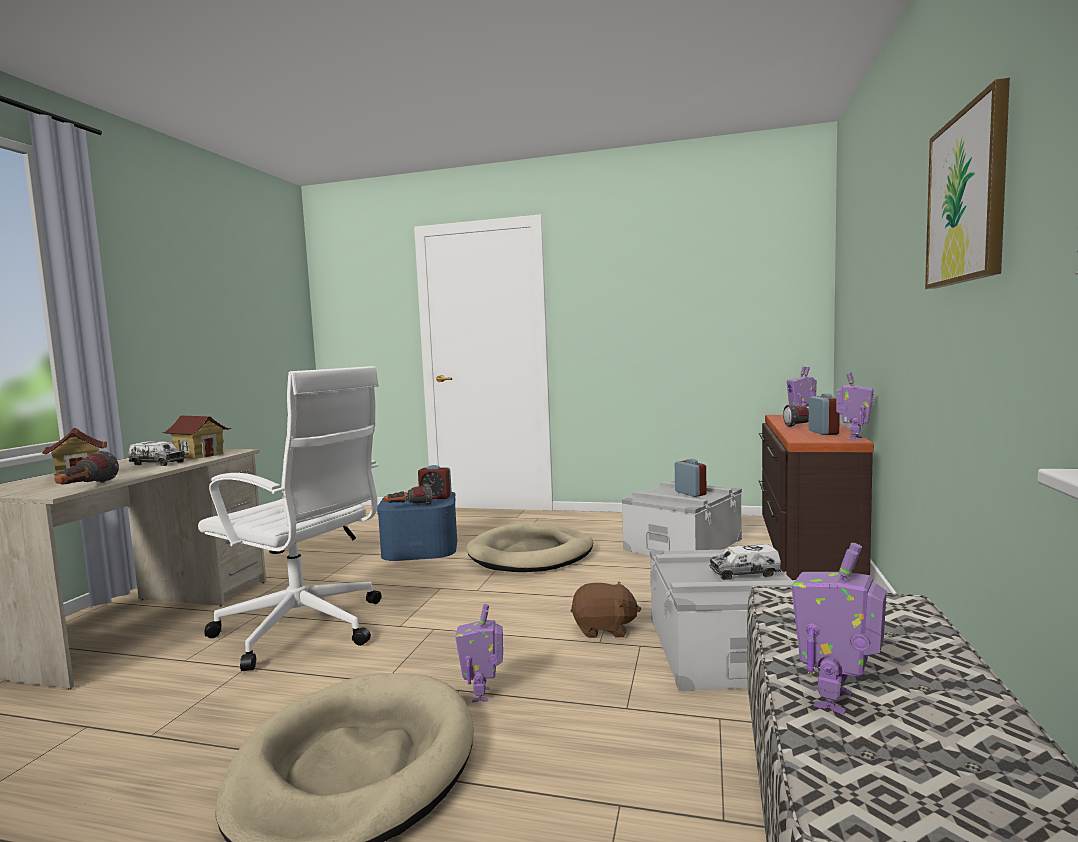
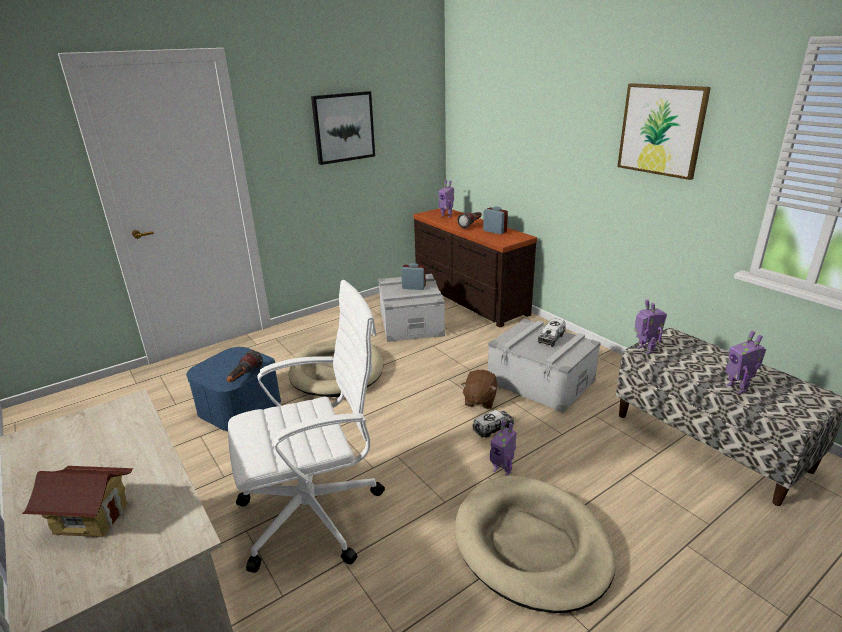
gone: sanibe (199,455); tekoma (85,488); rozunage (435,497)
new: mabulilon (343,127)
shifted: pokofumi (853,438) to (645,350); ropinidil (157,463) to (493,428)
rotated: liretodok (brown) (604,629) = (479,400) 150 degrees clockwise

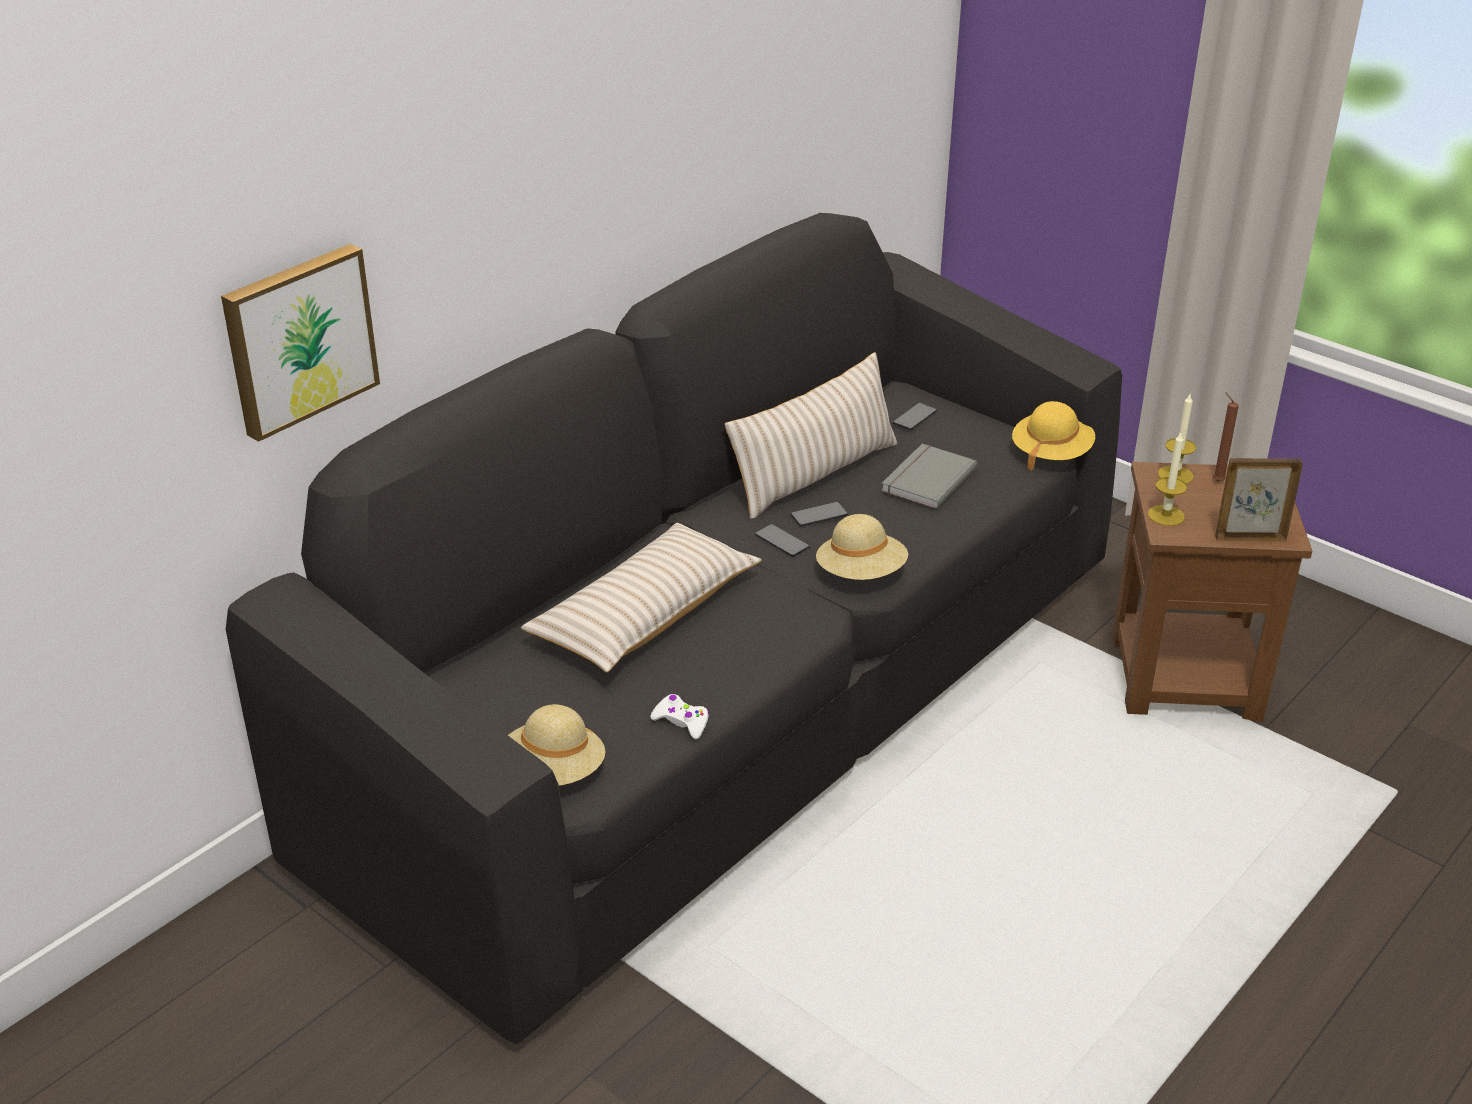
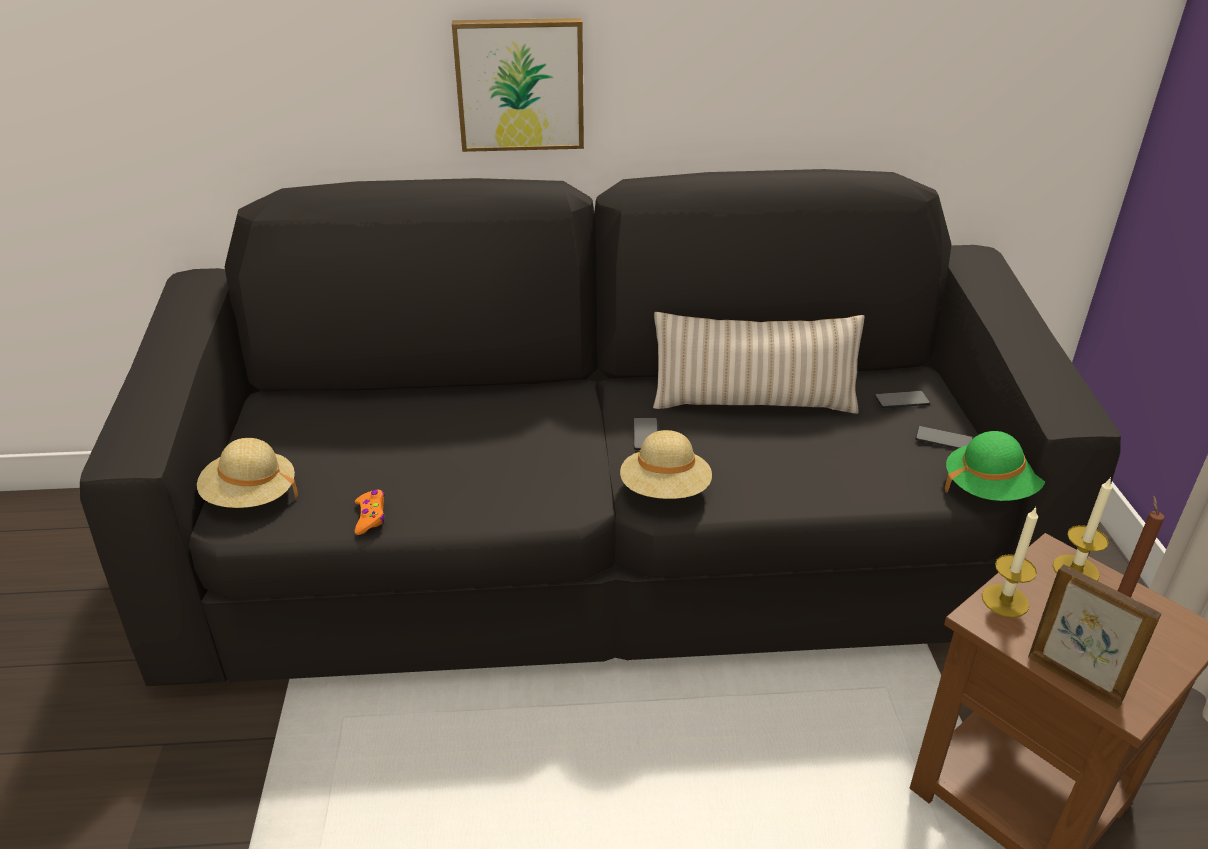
gone: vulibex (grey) (926,479); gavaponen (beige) (645,615)
shifted: mabulilon (298,339) to (520,84); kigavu (819,515) to (943,440)
repainted: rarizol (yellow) (1051,453) to rarizol (green) (989,489); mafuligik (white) (682,722) to mafuligik (orange) (370,516)

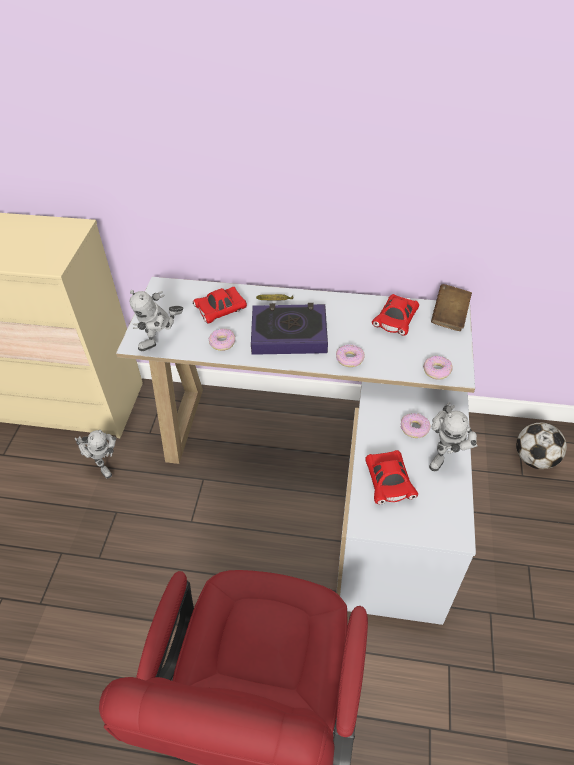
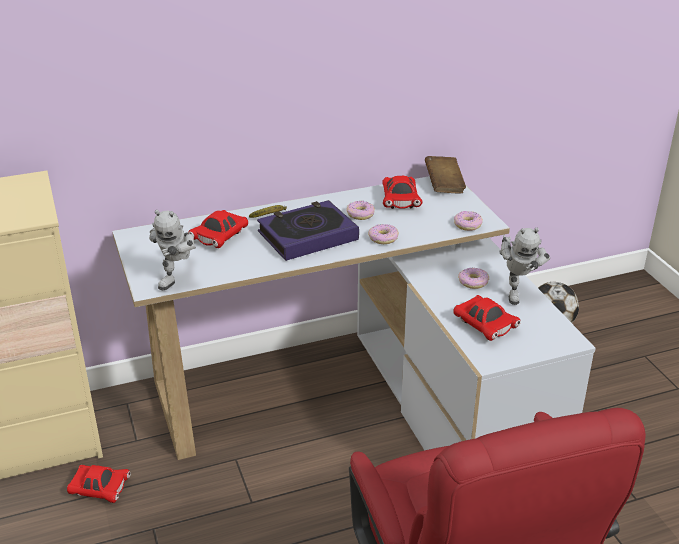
shifted: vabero (222,343) to (360,214)
swapped: pokofumi (103,464) to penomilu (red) (100,490)

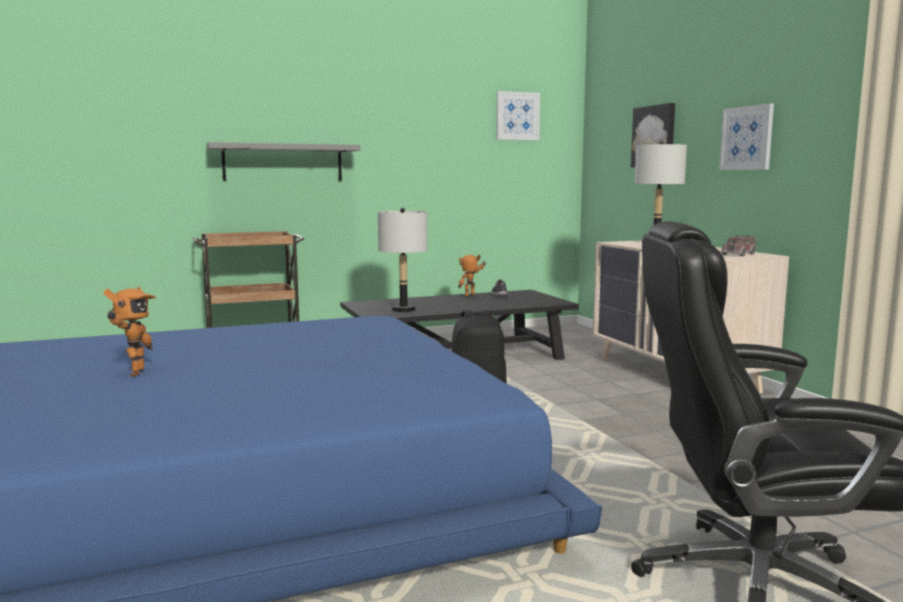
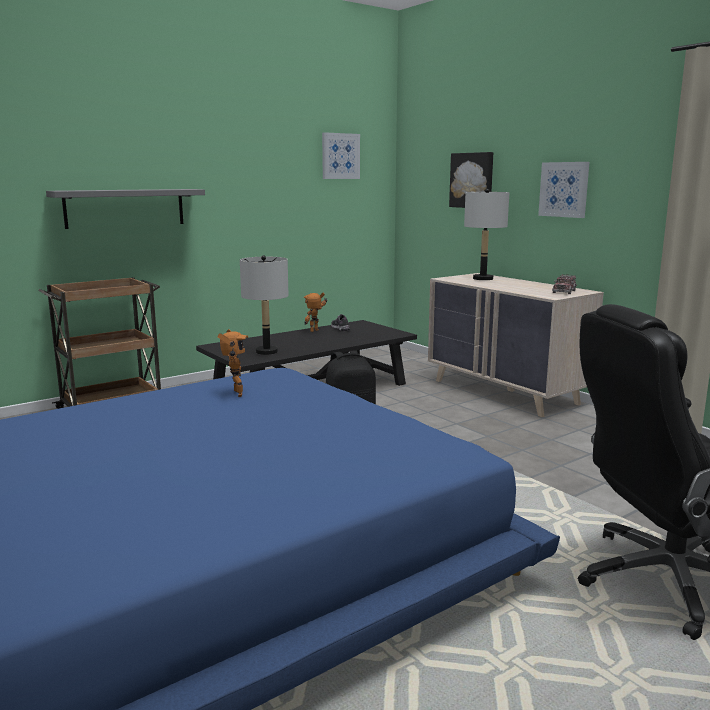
shifted: pokofumi (133,373) to (235,394)

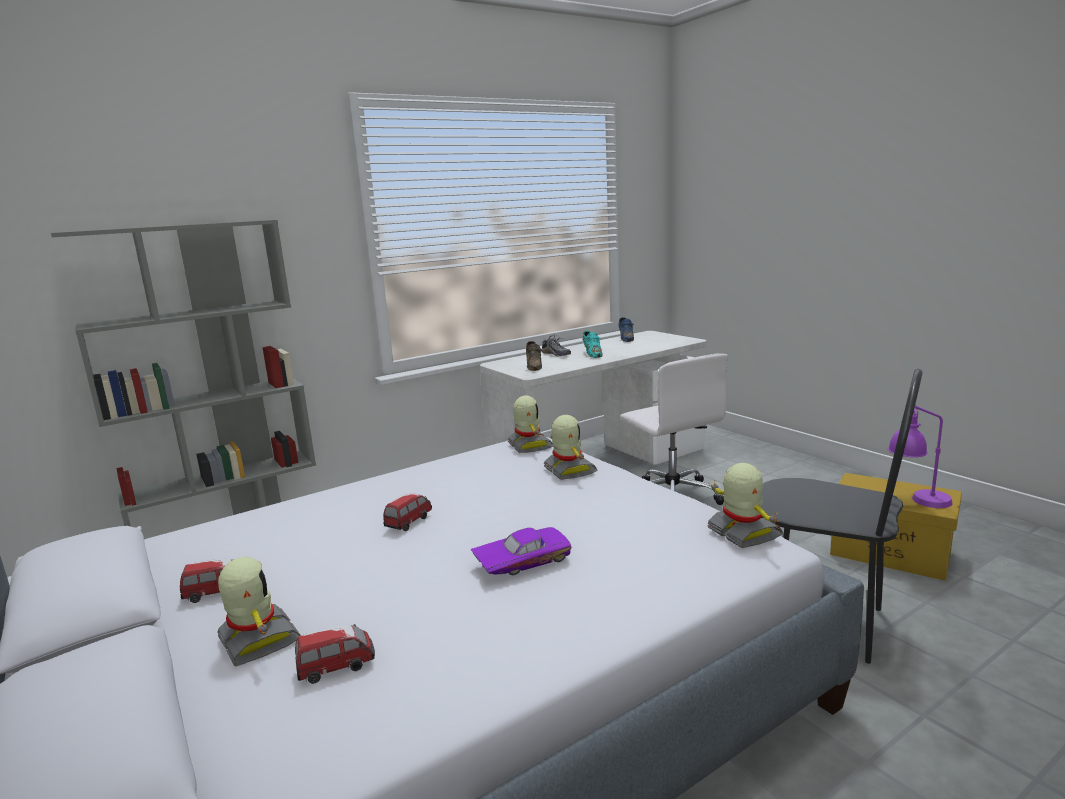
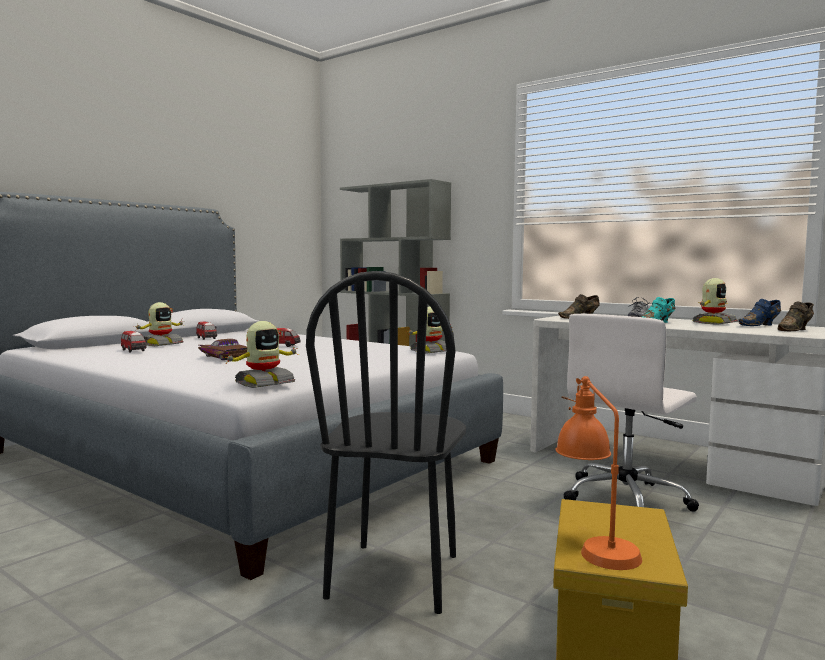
new: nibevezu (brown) (795,330)
shifted: pokofumi (568,470) to (713,323)
repainted: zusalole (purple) (917,502) to zusalole (orange) (593,545); penomilu (purple) (521,559) to penomilu (brown) (226,356)

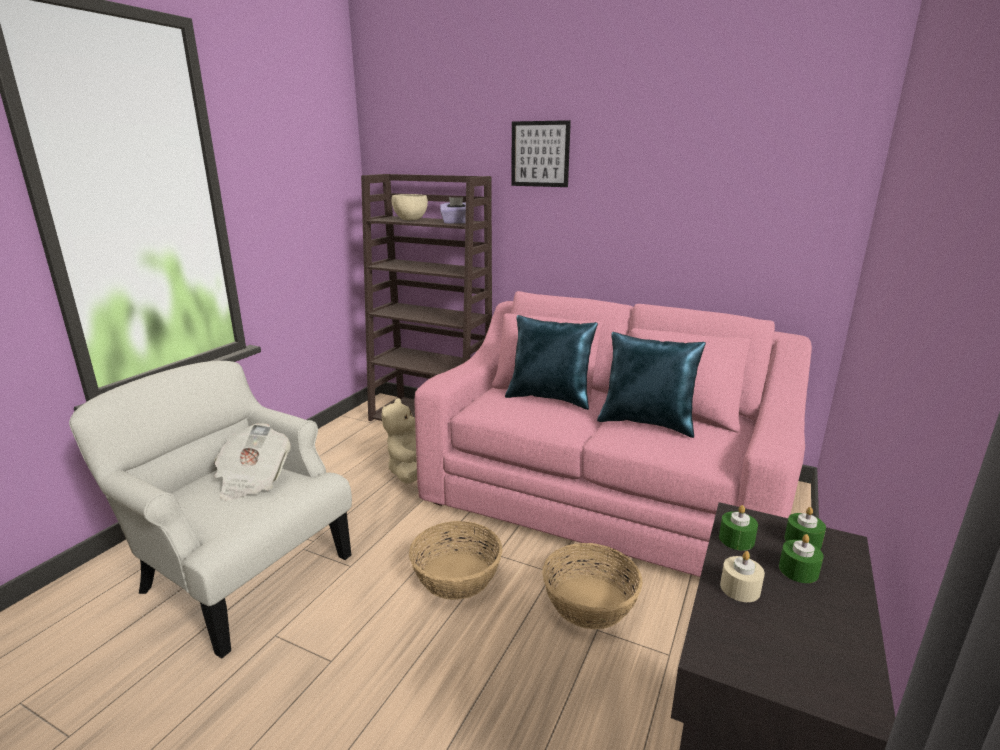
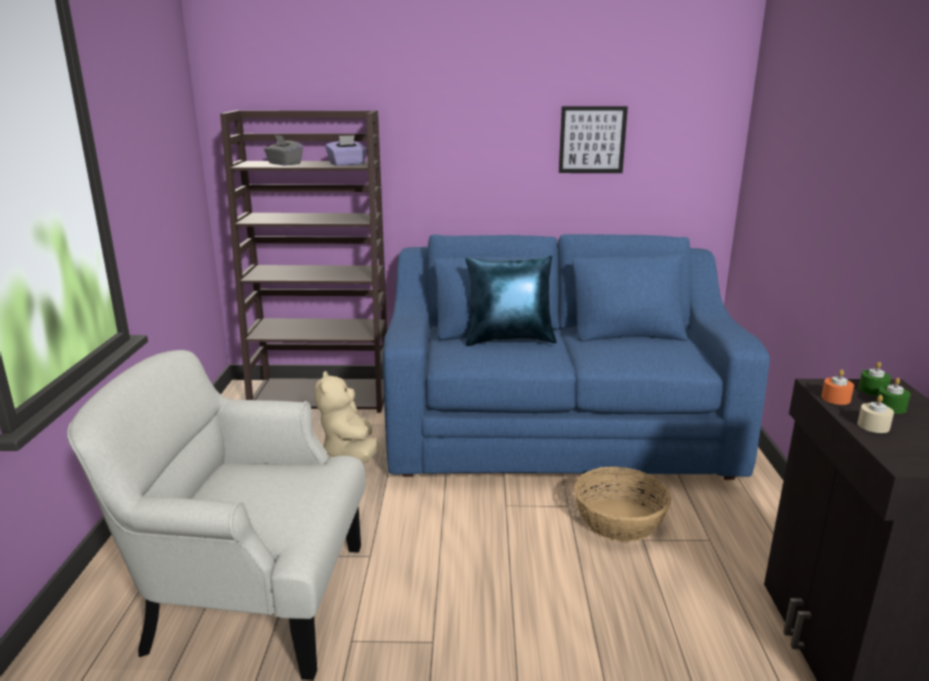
gone: gavaponen (blue) (647,423); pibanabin (252,479); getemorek (456,575)
shifted: mabulilon (540,154) to (592,140)
swapped: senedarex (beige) (410,219) to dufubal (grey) (284,164)
repainted: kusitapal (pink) (605,493) to kusitapal (blue) (557,428); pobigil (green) (736,539) to pobigil (orange) (835,398)

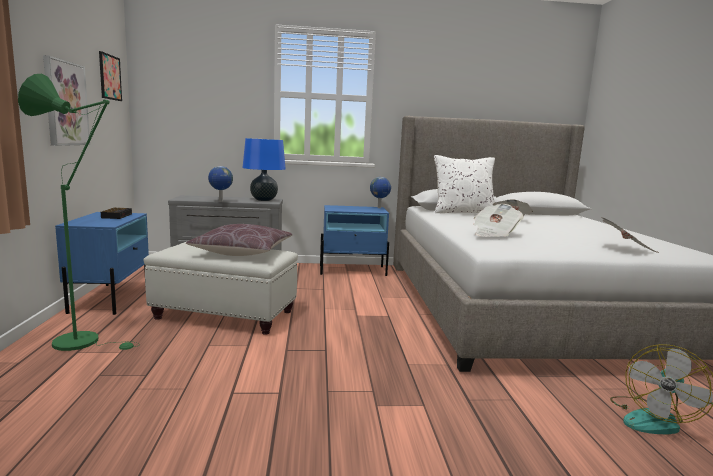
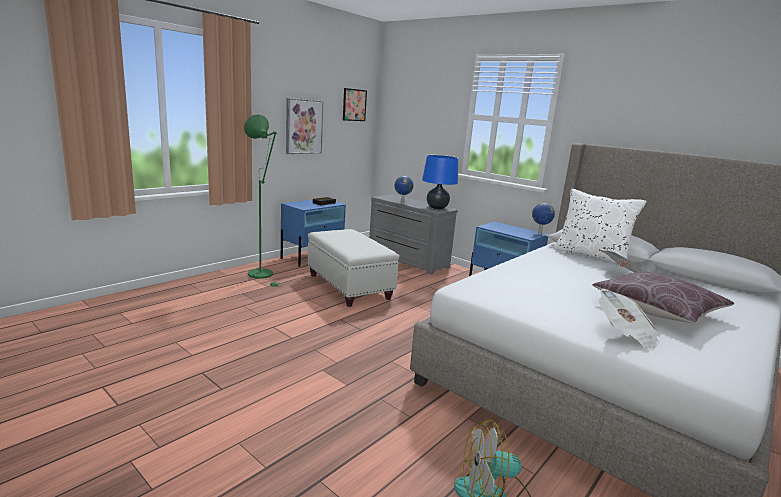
gone: pibanabin (494,234)
shifted: gavaponen (brown) (242,252) to (657,309)

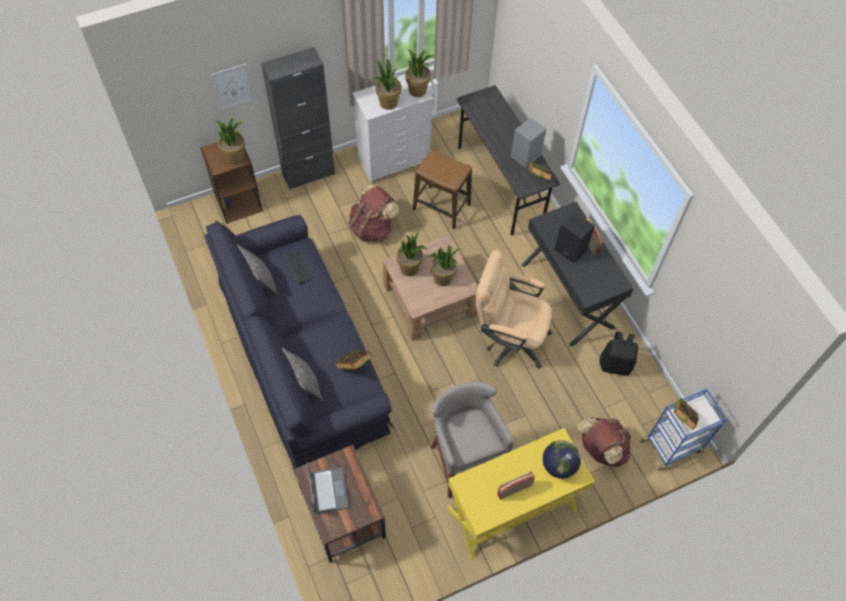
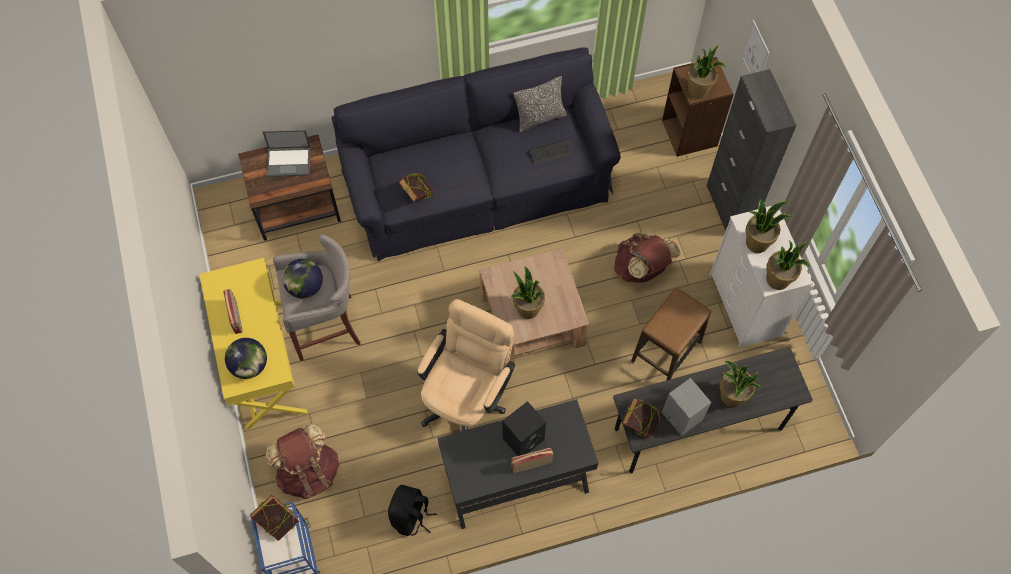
gone: gavaponen (305,383)
new: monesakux (305,286)
shifted: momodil (410,268) to (731,396)

